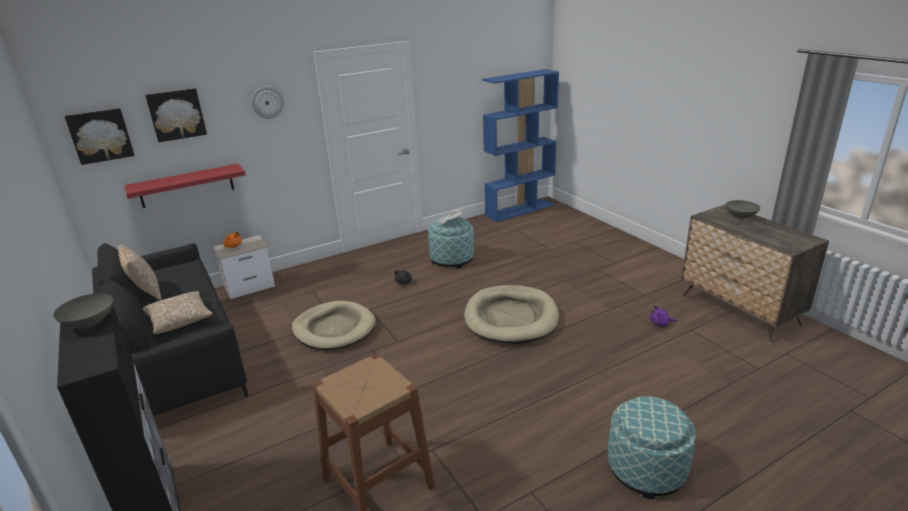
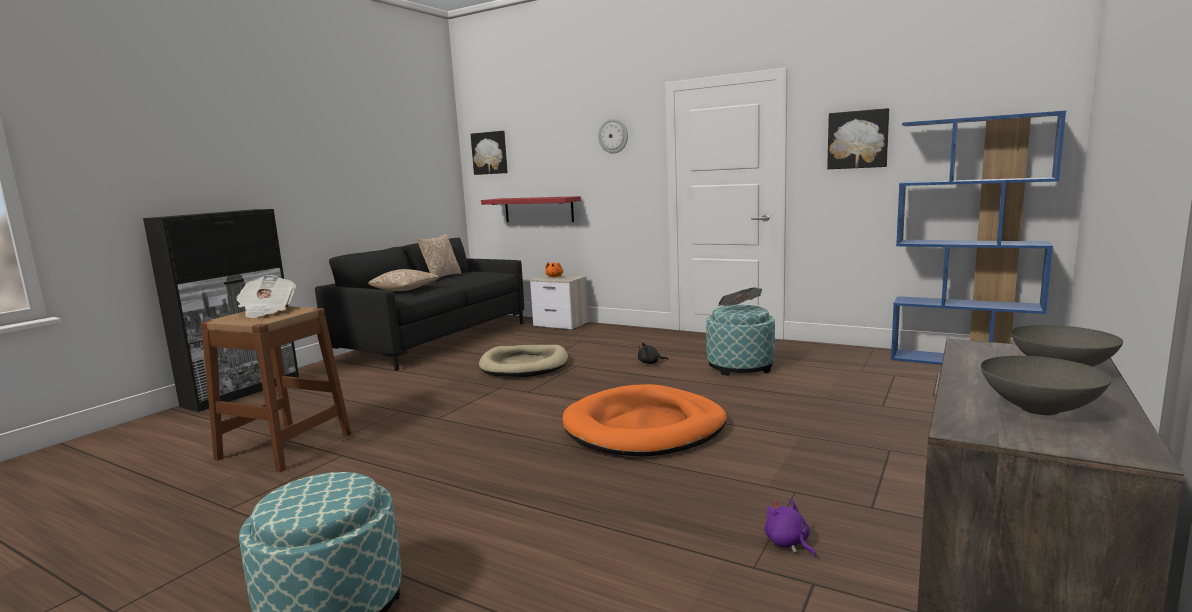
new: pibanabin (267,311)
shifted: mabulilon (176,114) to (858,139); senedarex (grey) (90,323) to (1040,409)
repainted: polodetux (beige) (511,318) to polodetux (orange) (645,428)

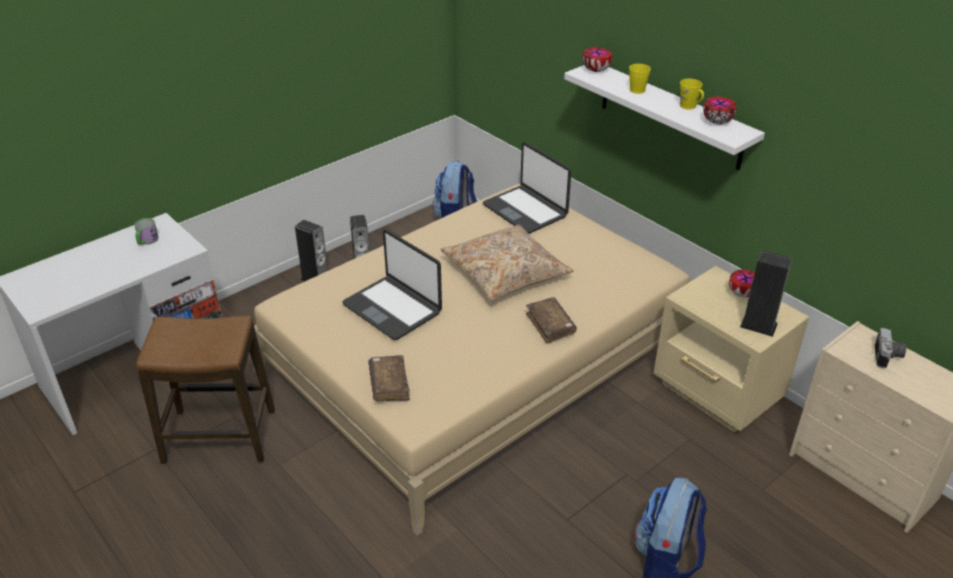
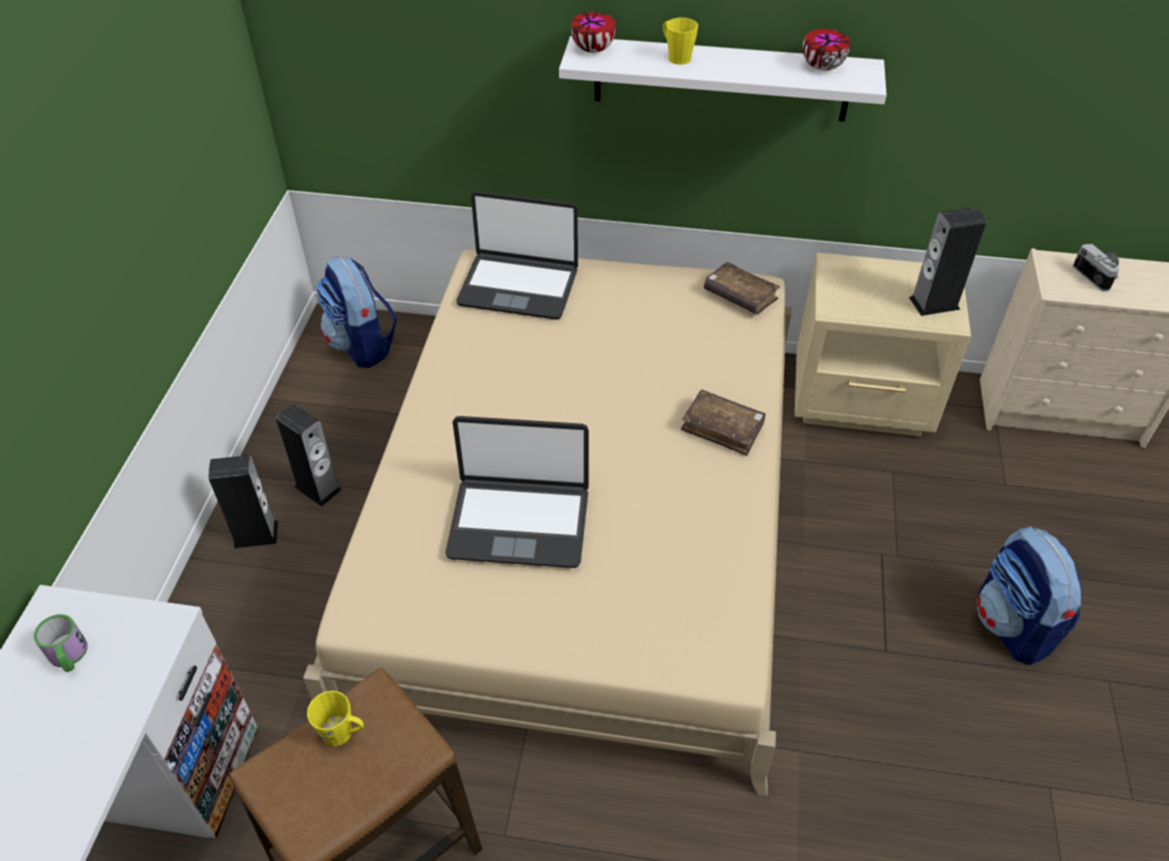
gone: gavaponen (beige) (505,272); senedarex (741,294)
shifted: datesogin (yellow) (690,107) to (342,733); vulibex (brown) (389,384) to (740,296)

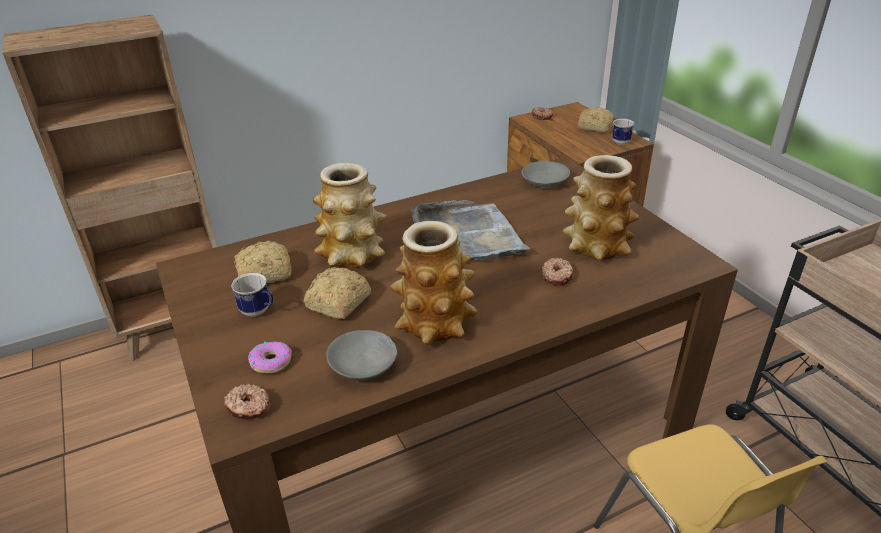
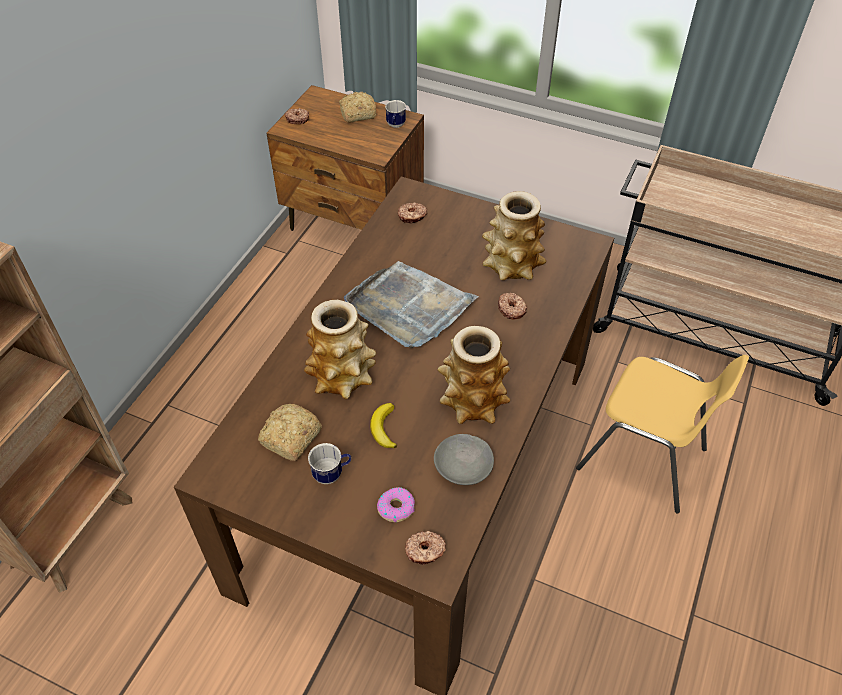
swapped: senedarex (grey) (544,182) to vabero (412,216); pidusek (337,303) to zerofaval (384,428)

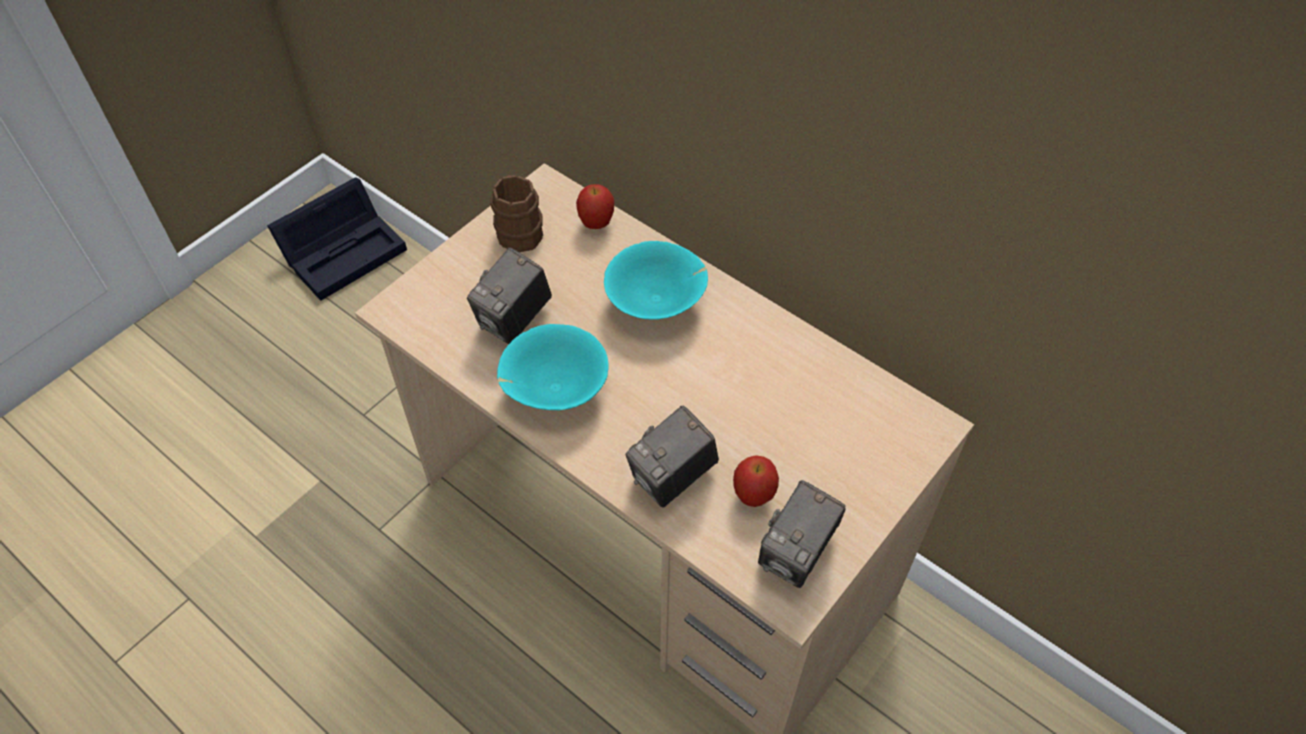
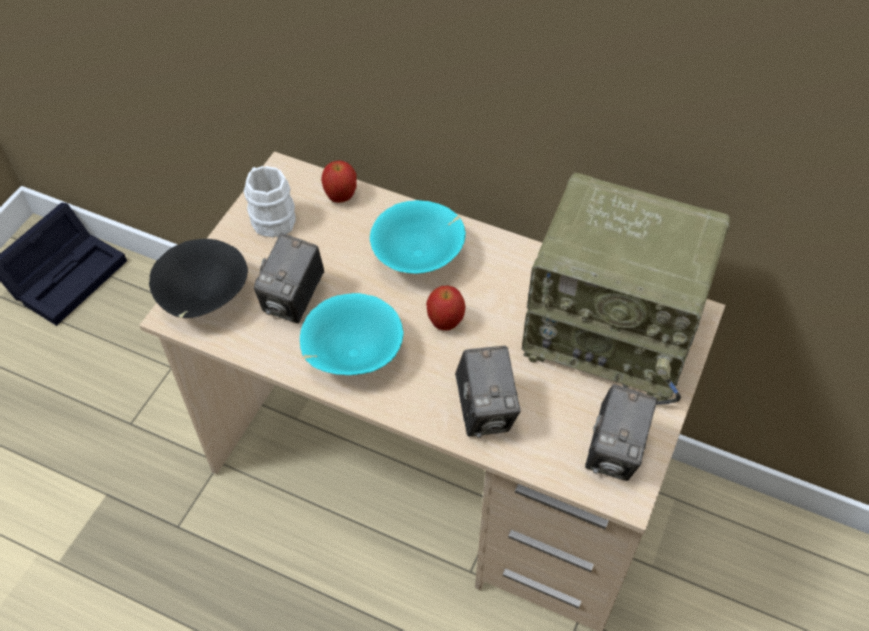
new: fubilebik (614,332); senedarex (black) (203,299)
shifted: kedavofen (753,496) to (445,323)
repainted: datesogin (brown) (518,229) to datesogin (white) (270,216)
rotated: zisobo (672,478) = (485,410) 45 degrees counterclockwise

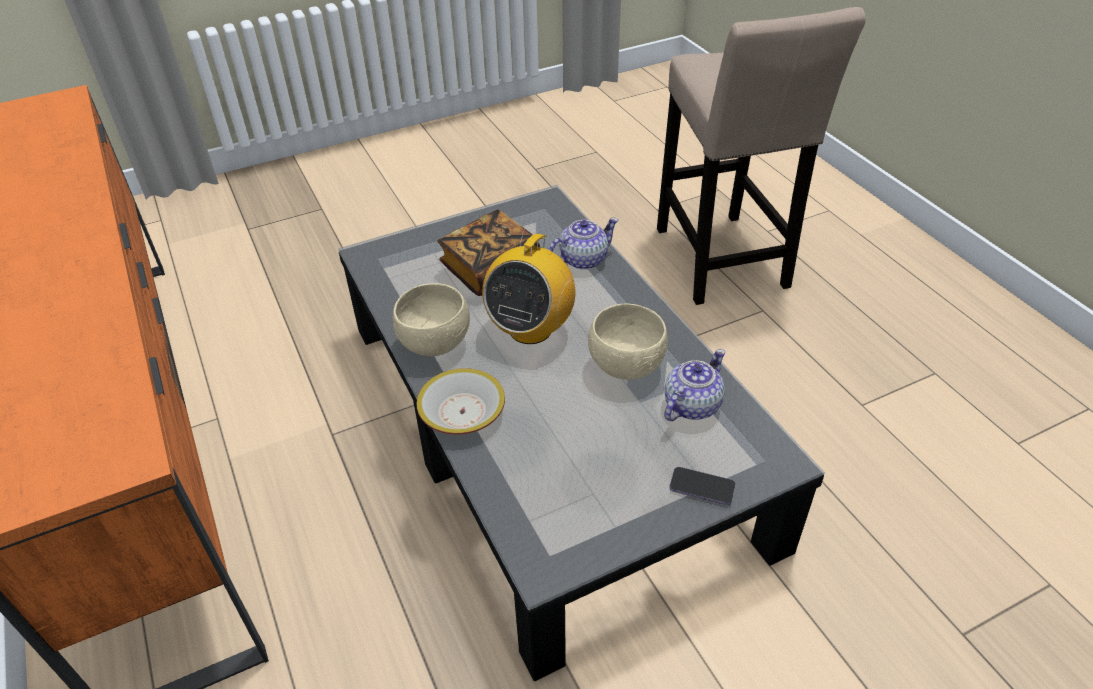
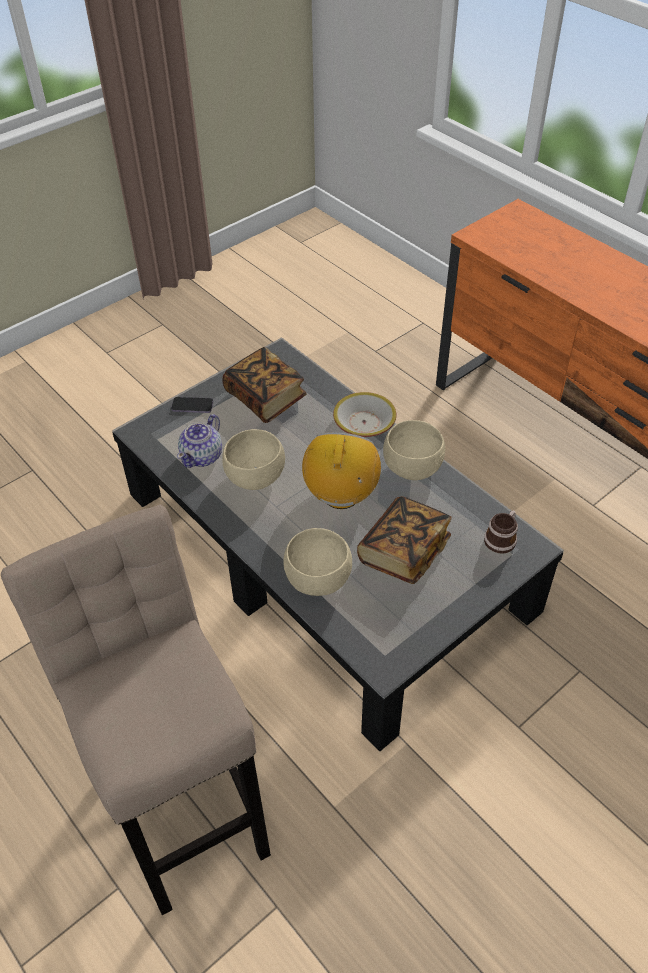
new: vulibex (265,398); datesogin (502,538)
swapped: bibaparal (582,259) to senedarex (beige) (319,580)

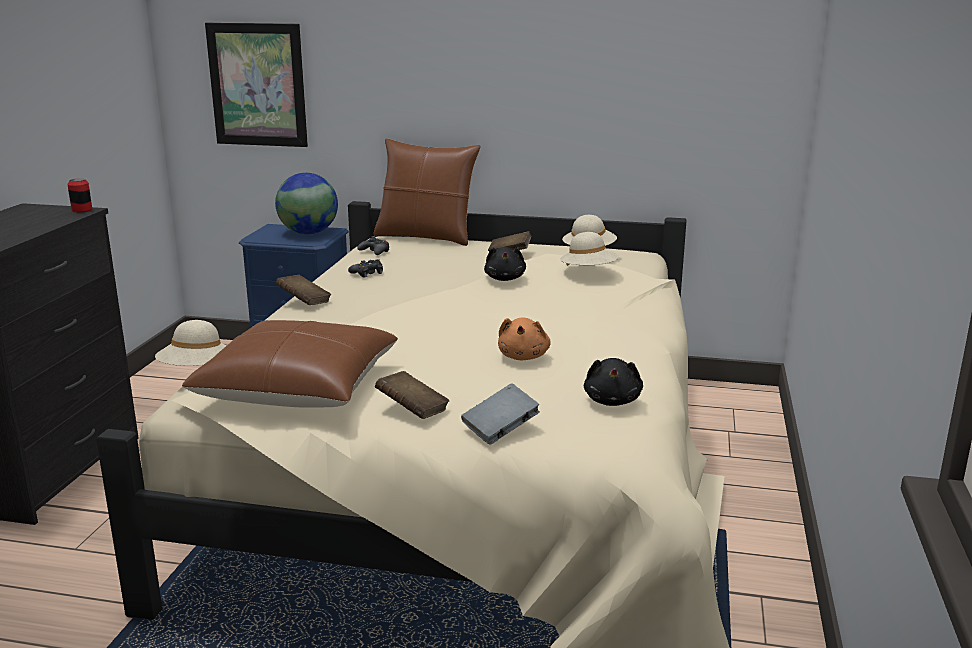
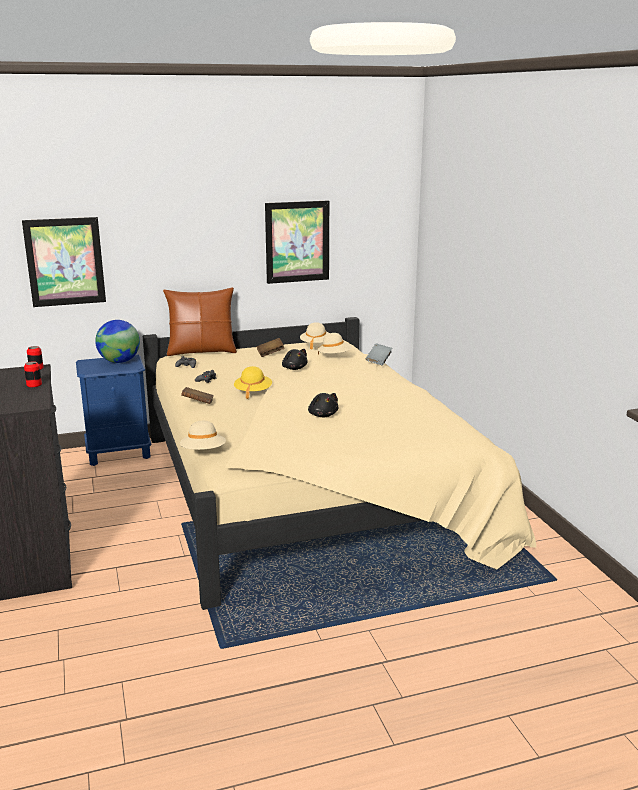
gone: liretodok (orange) (524,356); gavaponen (brown) (298,387); vulibex (brown) (412,410)
new: mabulilon (297,242); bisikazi (34,385); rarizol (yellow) (253,392)
shifted: liretodok (black) (612,401) to (322,415); vulibex (grey) (500,429) to (379,361)

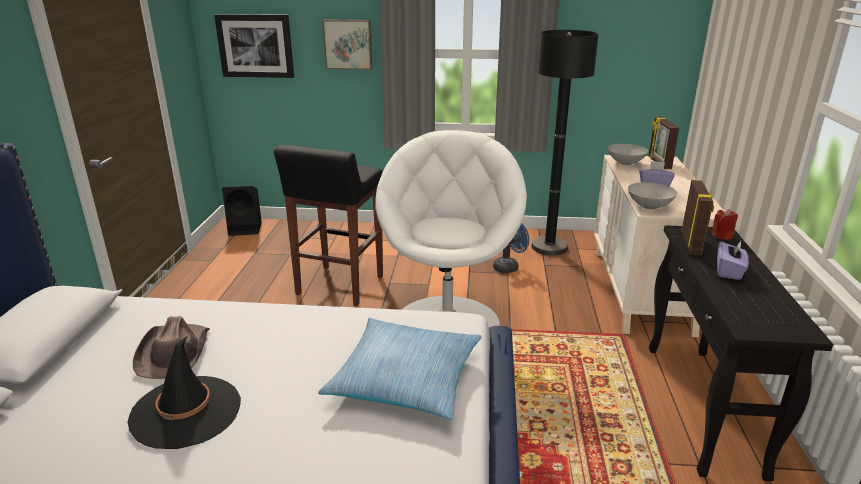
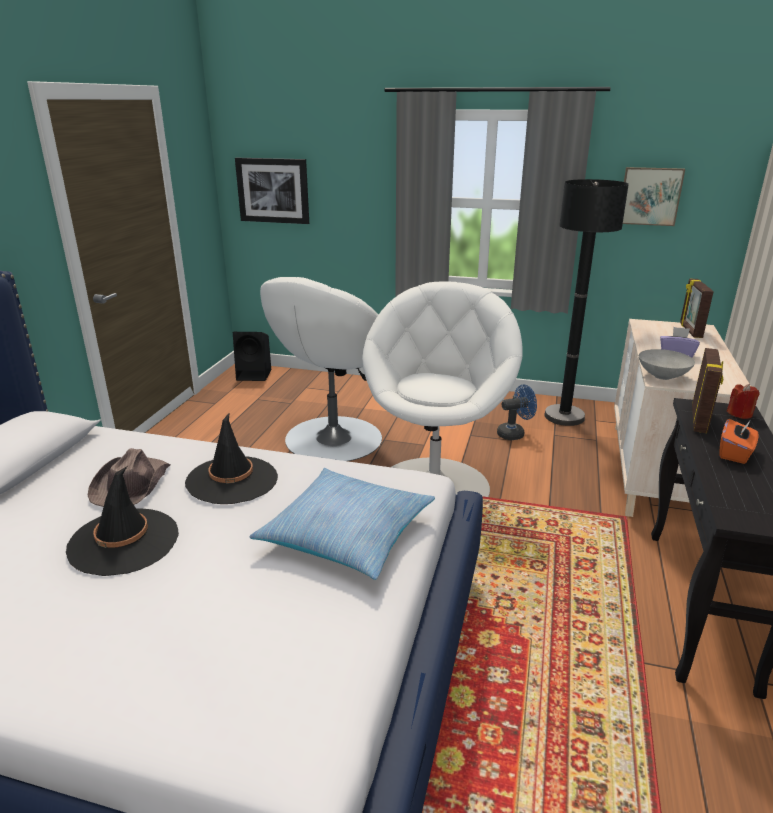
gone: senedarex (grey) (626,163)
new: rarizol (black) (232,480)
shifted: mabulilon (348,44) to (650,196)
swapped: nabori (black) (339,286) to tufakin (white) (332,439)
repainted: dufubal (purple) (729,271) to dufubal (orange) (735,453)

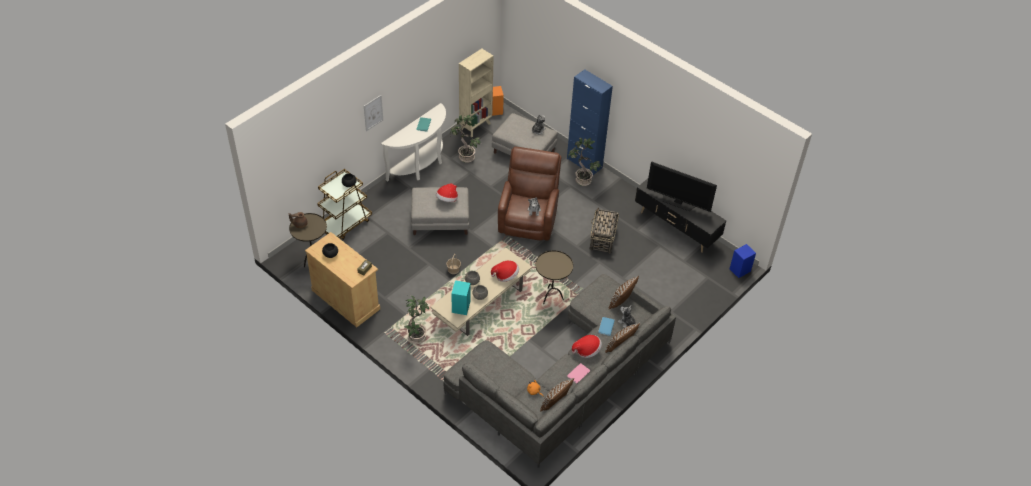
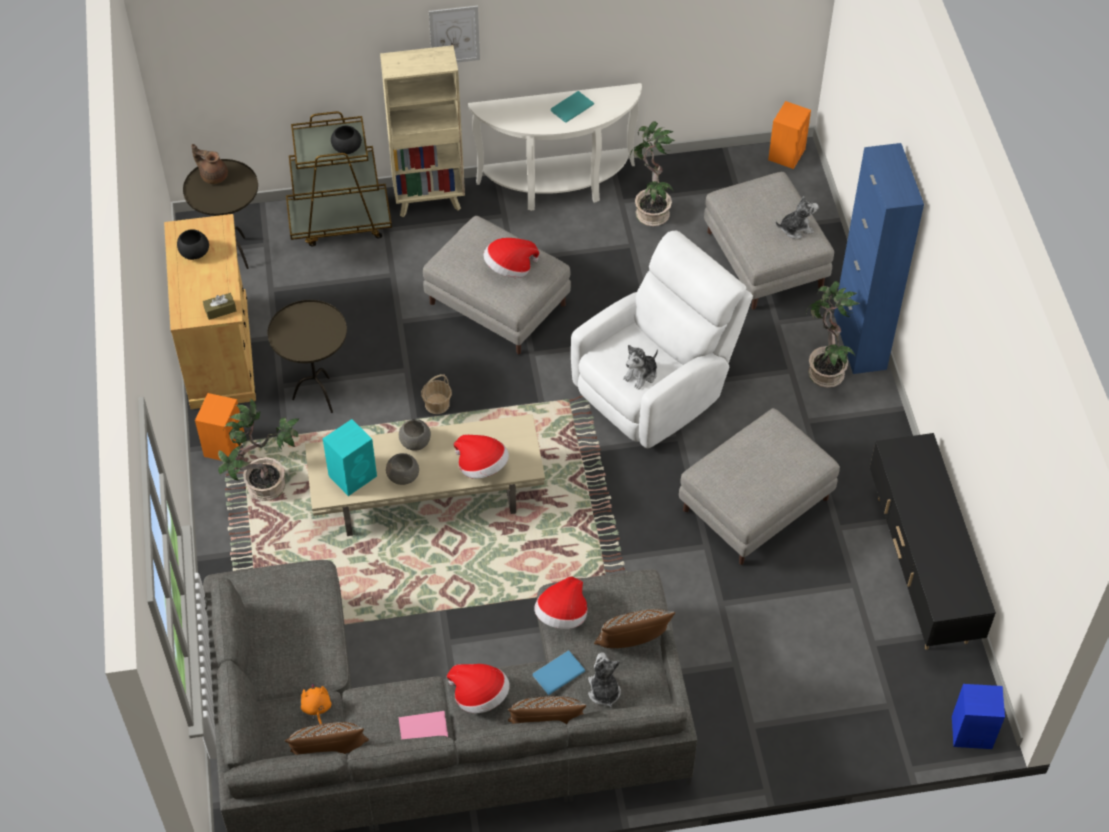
gone: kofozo (678,202)
new: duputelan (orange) (225,445); rarizol (562,615)
shifted: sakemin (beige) (476,126) to (430,200); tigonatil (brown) (551,297) to (317,396)
swapped: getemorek (602,239) to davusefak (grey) (754,506)
repainted: tufakin (brown) (528,218) to tufakin (white) (655,388)

